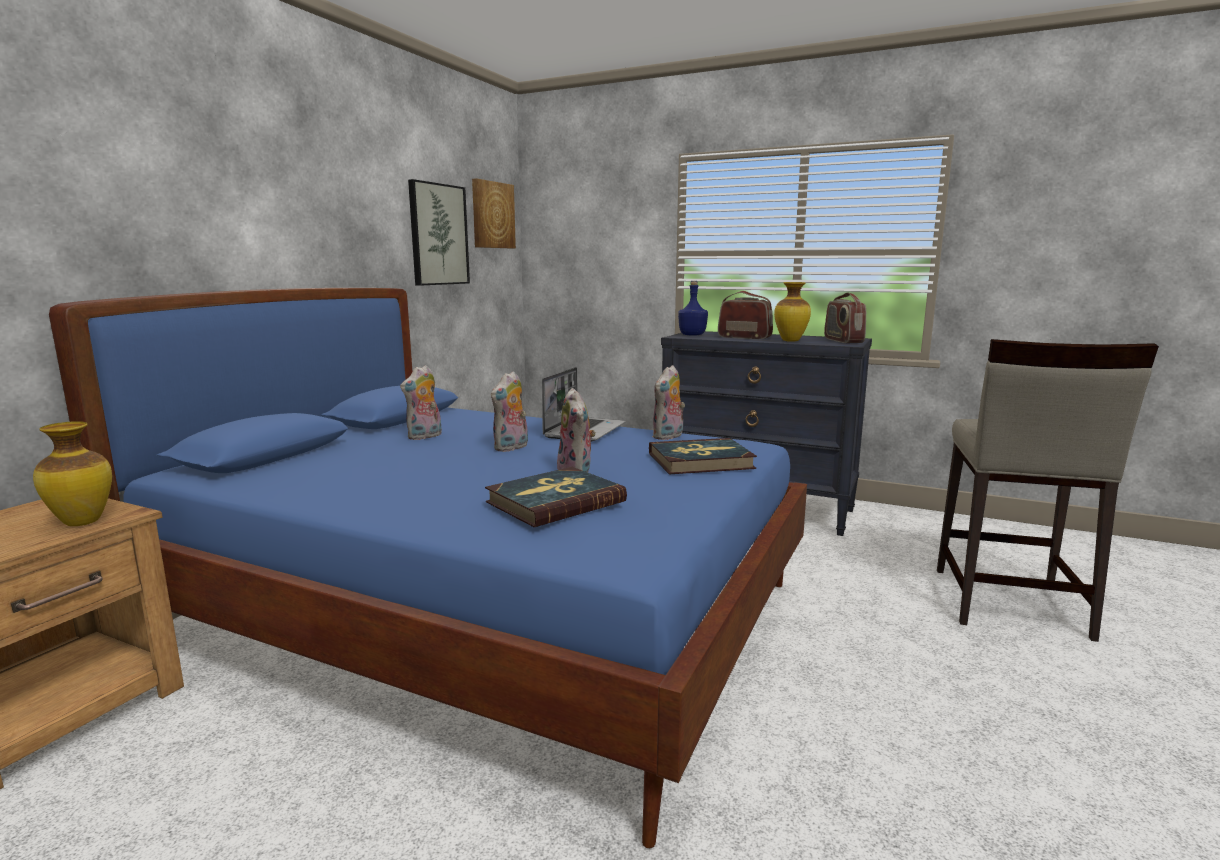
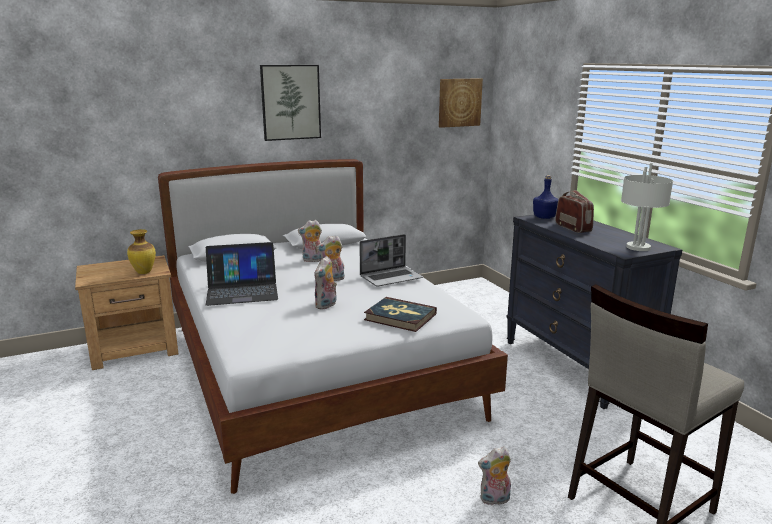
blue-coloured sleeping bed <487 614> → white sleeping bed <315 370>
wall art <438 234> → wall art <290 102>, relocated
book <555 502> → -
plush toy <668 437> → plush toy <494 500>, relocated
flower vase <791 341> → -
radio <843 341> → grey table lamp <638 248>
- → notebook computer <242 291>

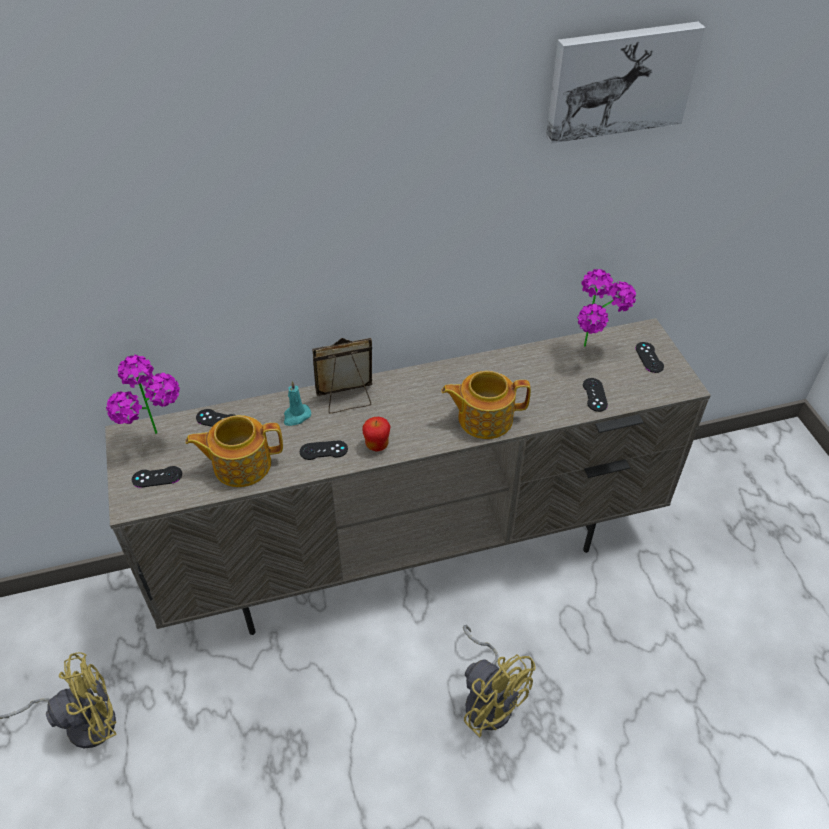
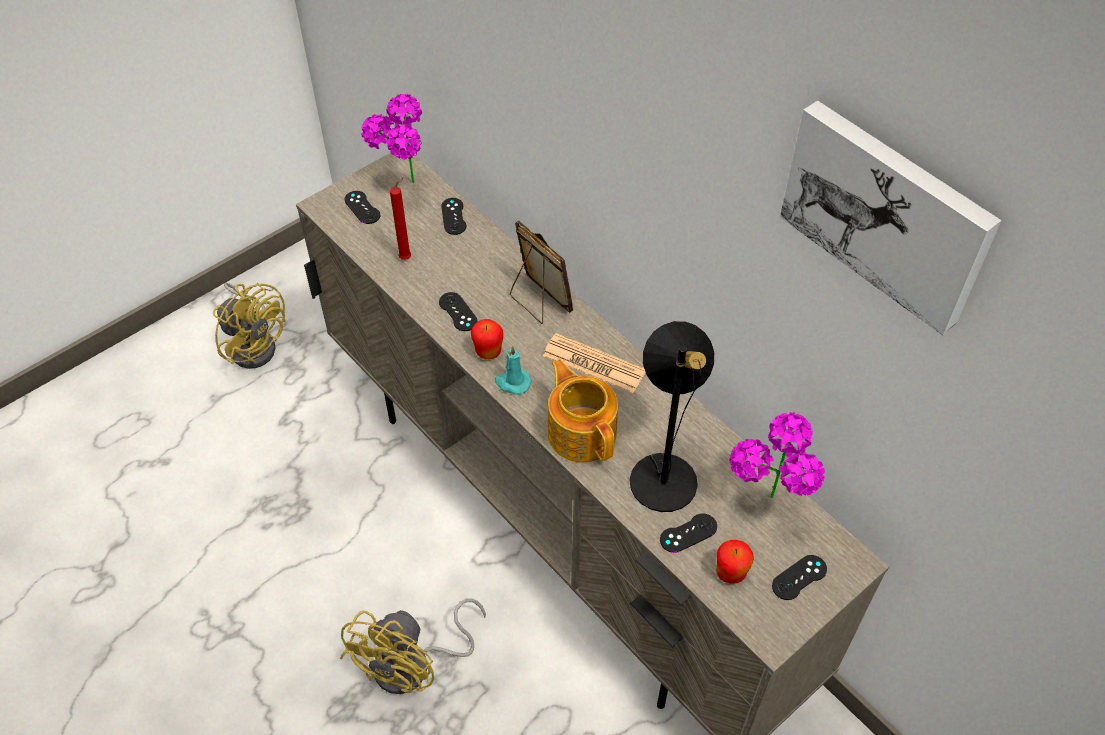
tea pot <240 464> → reddish wax light <407 257>
turquoise wax light <296 416> → turquoise wax light <512 382>, relocated
- → newspaper <594 364>
- → black table lamp <664 470>
- → whole apple <730 573>

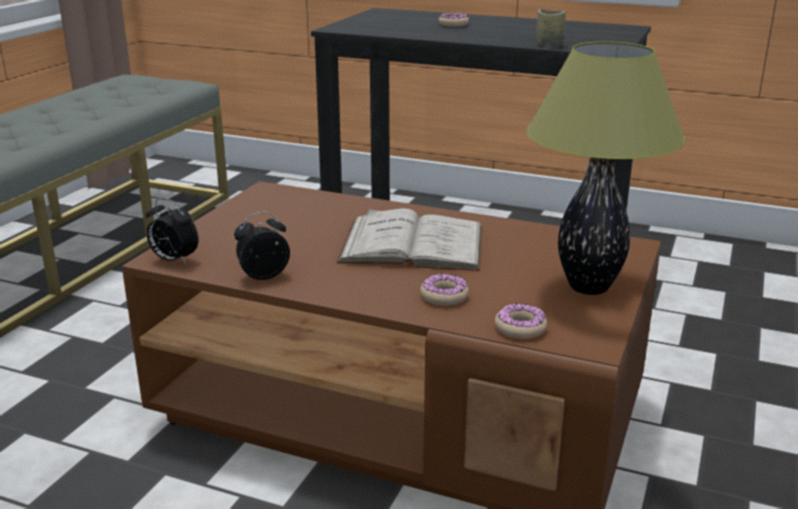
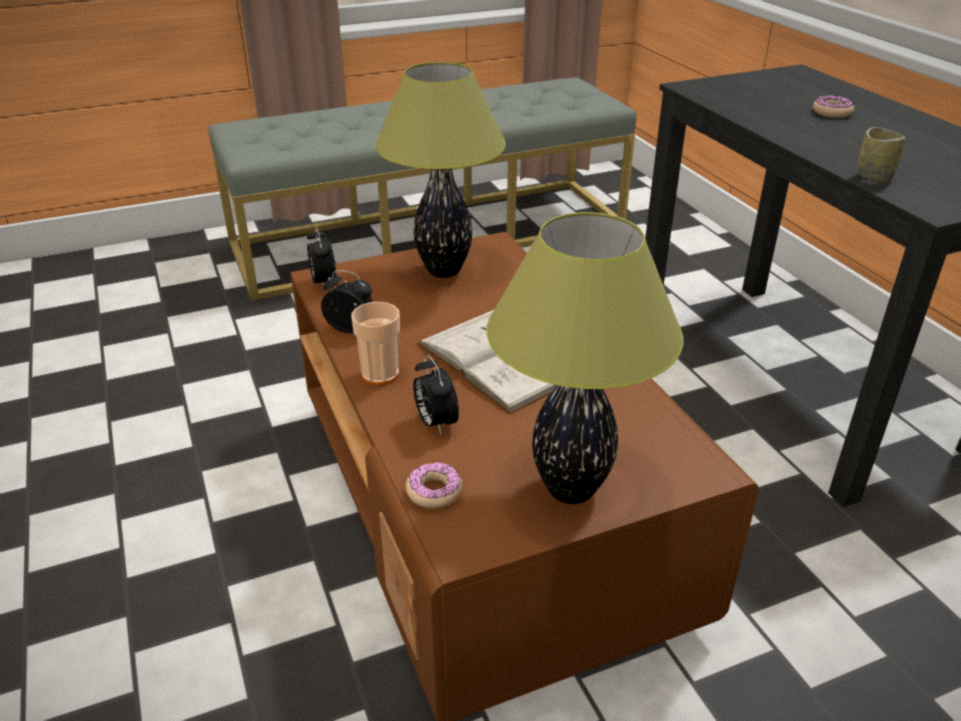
ring doughnut <444 296> → alarm clock <435 422>
- → drinking cup <380 374>
- → table lamp <444 270>

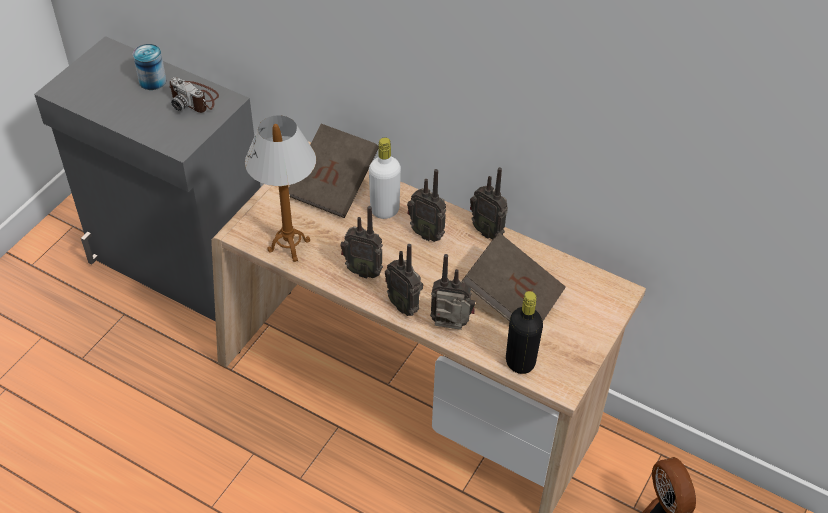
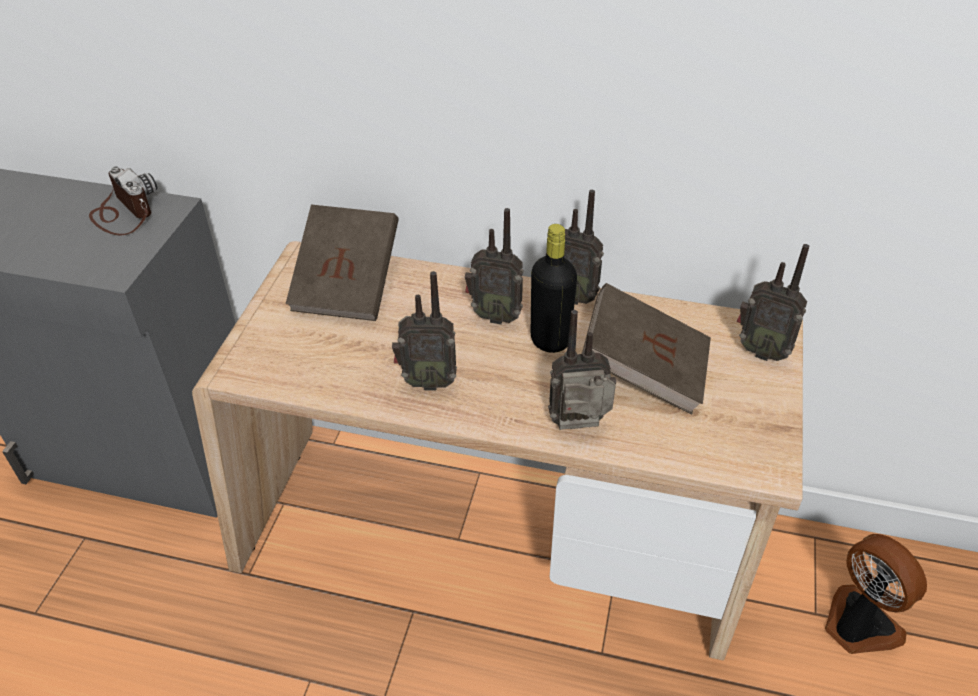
metal can <152 81> → -
still camera <194 99> → still camera <123 213>, 150 degrees counterclockwise
table lamp <289 246> → -
white bottle <384 210> → -
radio <404 305> → radio <761 350>, relocated
black bottle <520 362> → black bottle <550 340>, relocated

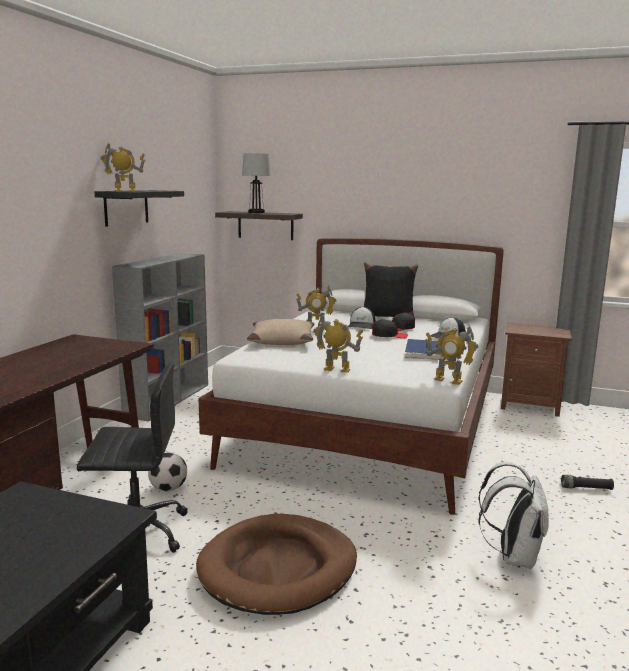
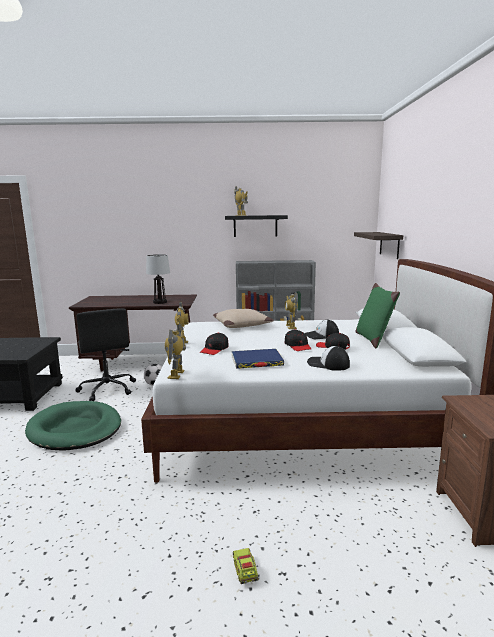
brown-coloured dog bed <278 568> → green dog bed <75 429>
table lamp <256 212> → table lamp <160 302>, relocated
black cushion <387 317> → green cushion <373 339>
white backpack <513 556> → -
black flashlight <586 488> → model truck <245 570>
- → black peaked cap <214 349>

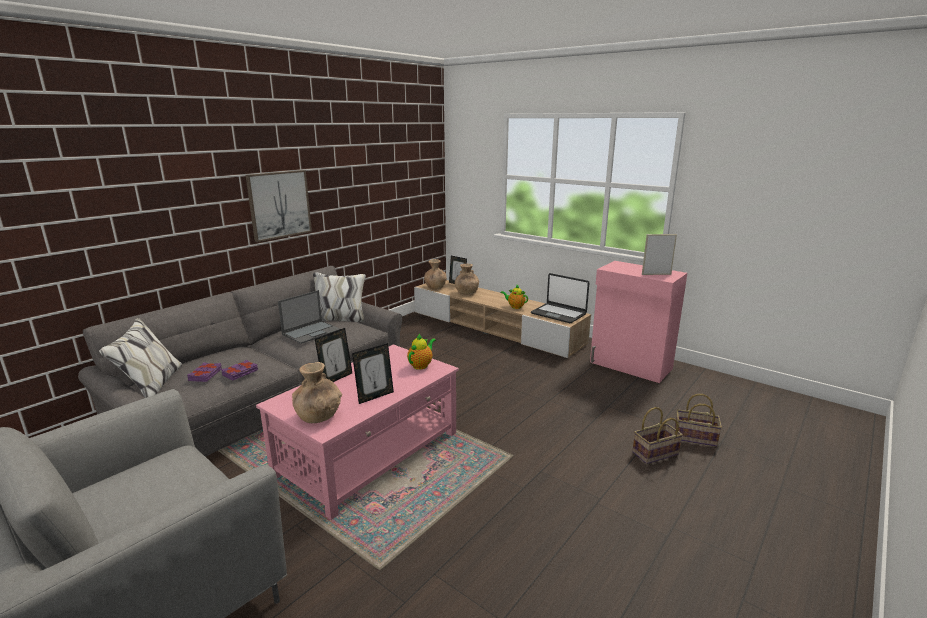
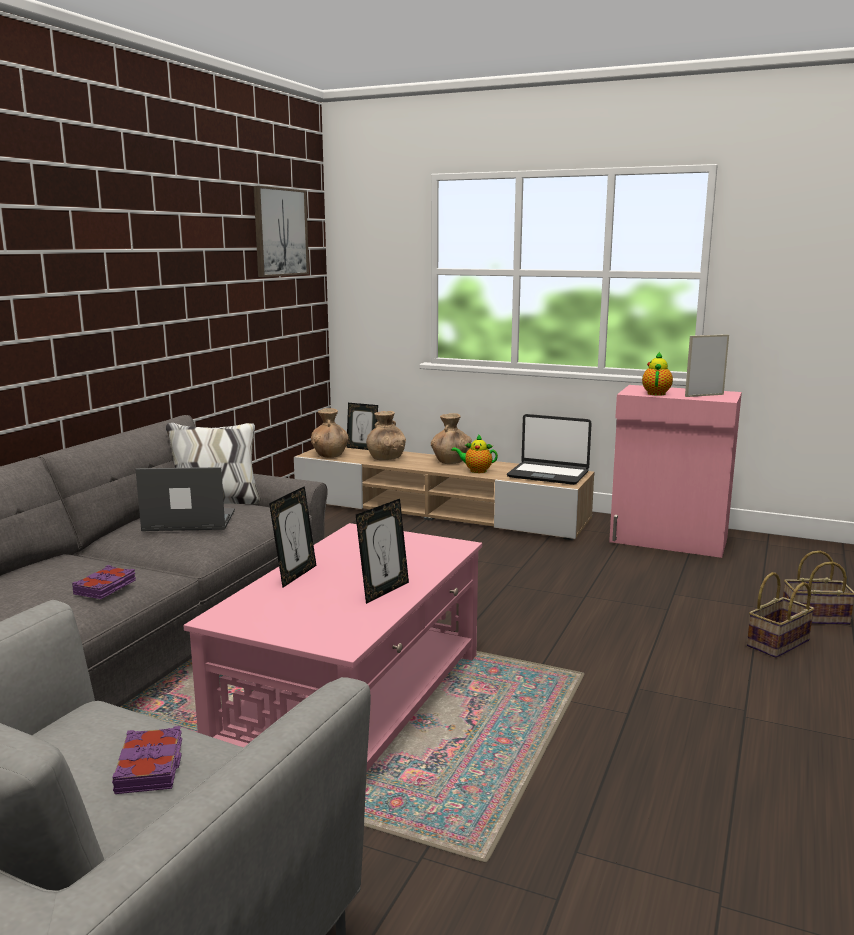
purple-coloured book <206 375> → purple-coloured book <151 767>, relocated
wall art <279 204> → wall art <280 232>, relocated
notebook computer <312 332> → notebook computer <188 521>, 120 degrees counterclockwise
brown-coloured flower vase <318 416> → brown-coloured flower vase <450 461>, relocated
tea pot <421 365> → tea pot <656 393>, relocated

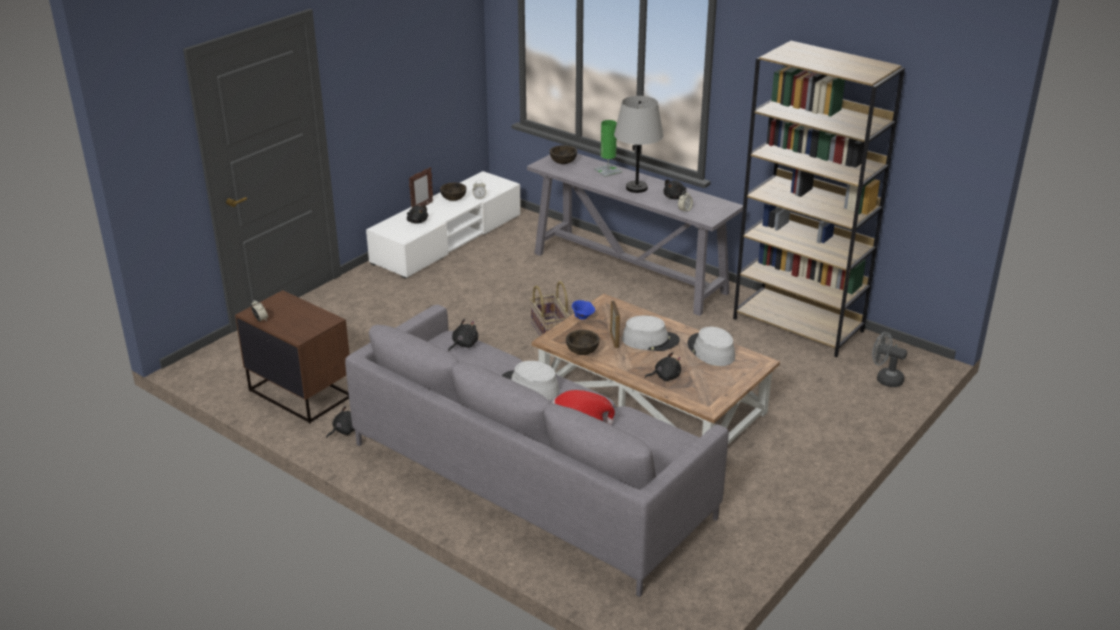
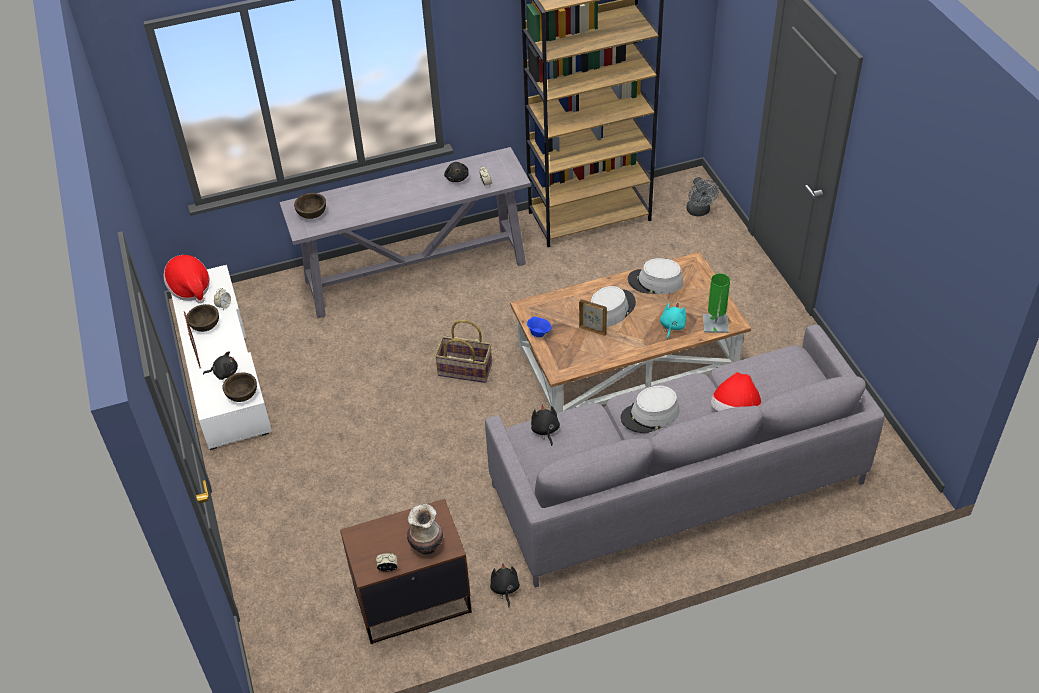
brown-coloured bowl <582 351> → brown-coloured bowl <242 395>, relocated
green table lamp <608 171> → green table lamp <715 324>, relocated
grey table lamp <636 188> → -
black plush toy <665 377> → turquoise plush toy <672 326>
grey fan <885 379> → grey fan <699 212>, 75 degrees counterclockwise
- → hat <190 288>
- → flower vase <427 545>

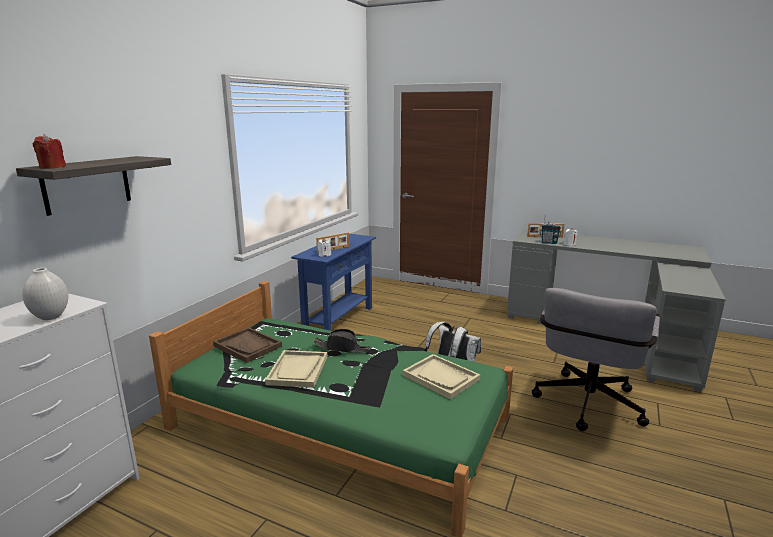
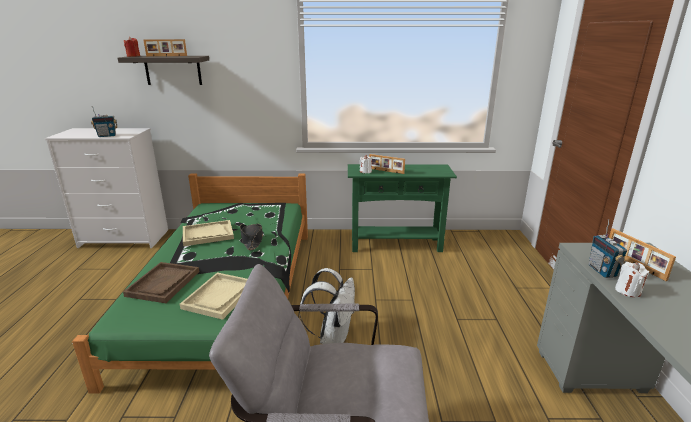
white flower vase <50 316> → radio <107 136>
brown-coloured serving tray <248 346> → brown-coloured serving tray <163 283>, relocated
blue-coloured console table <339 320> → green console table <396 244>
- → photo frame <166 56>

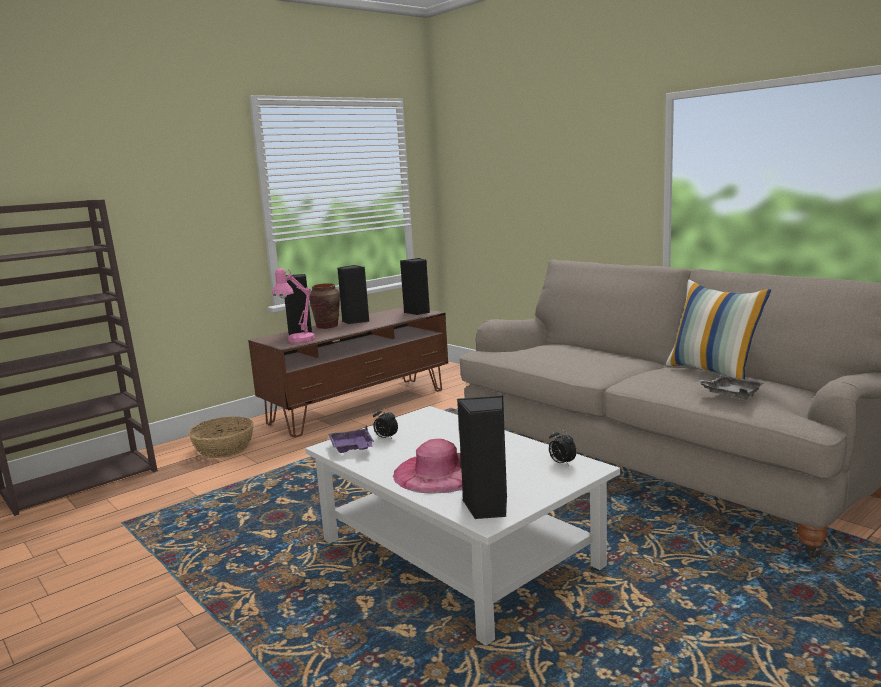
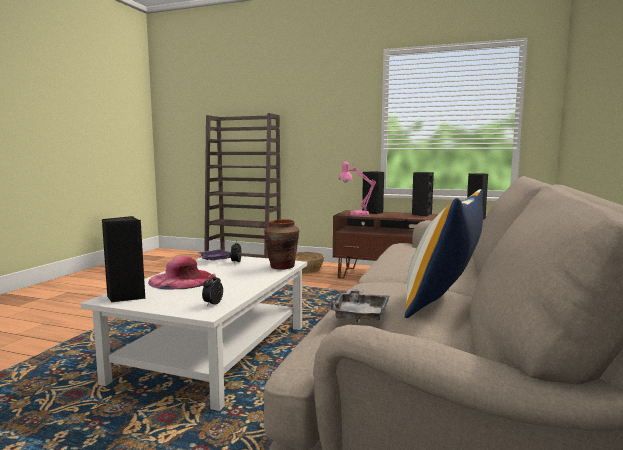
brown-coloured flower vase <327 326> → brown-coloured flower vase <282 267>, relocated

